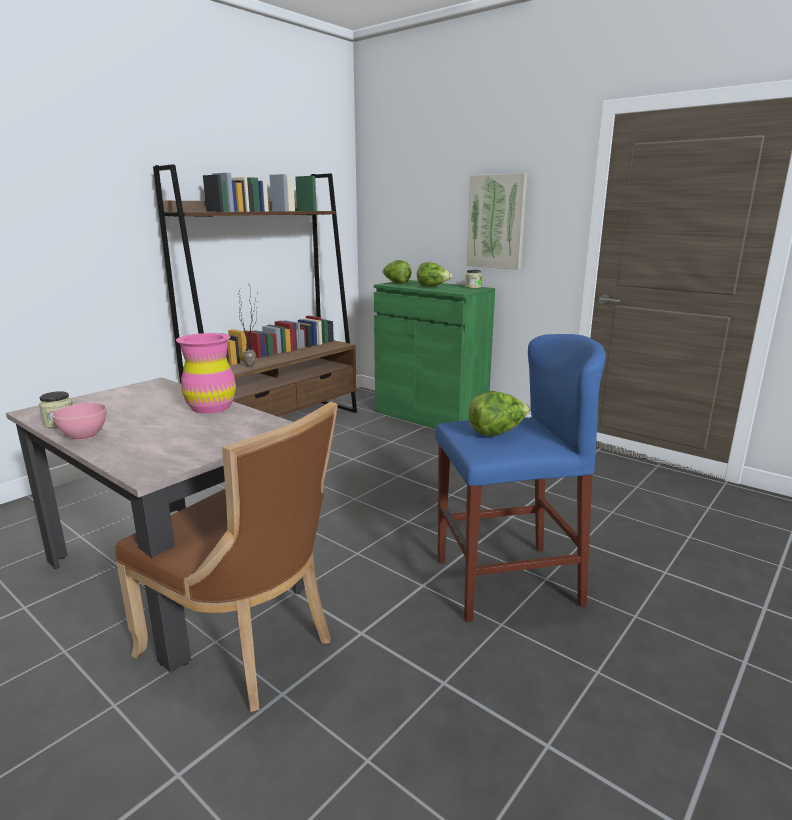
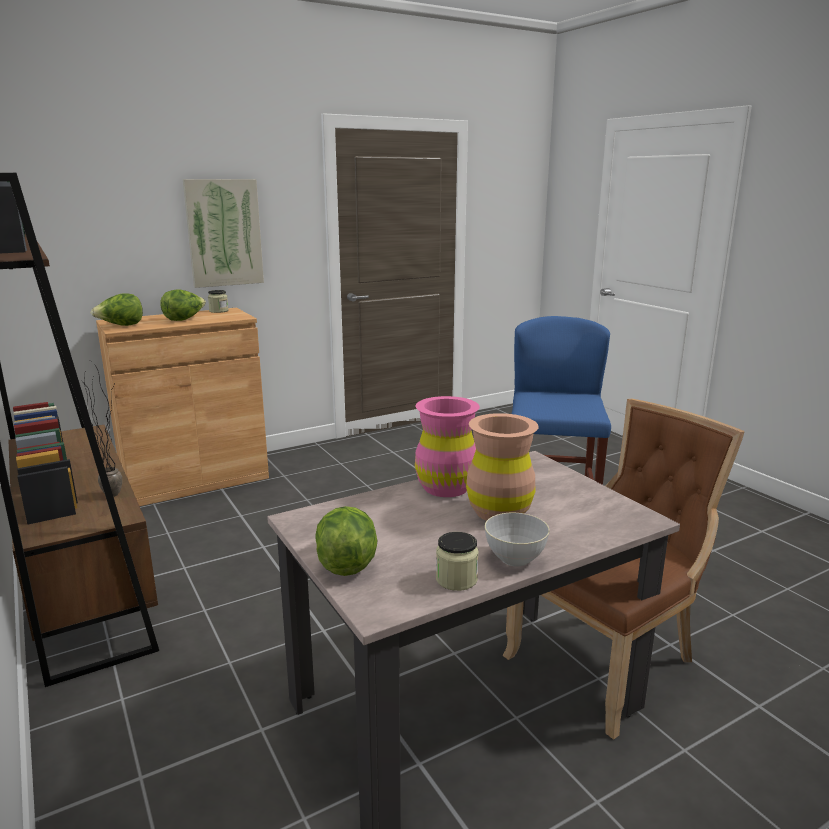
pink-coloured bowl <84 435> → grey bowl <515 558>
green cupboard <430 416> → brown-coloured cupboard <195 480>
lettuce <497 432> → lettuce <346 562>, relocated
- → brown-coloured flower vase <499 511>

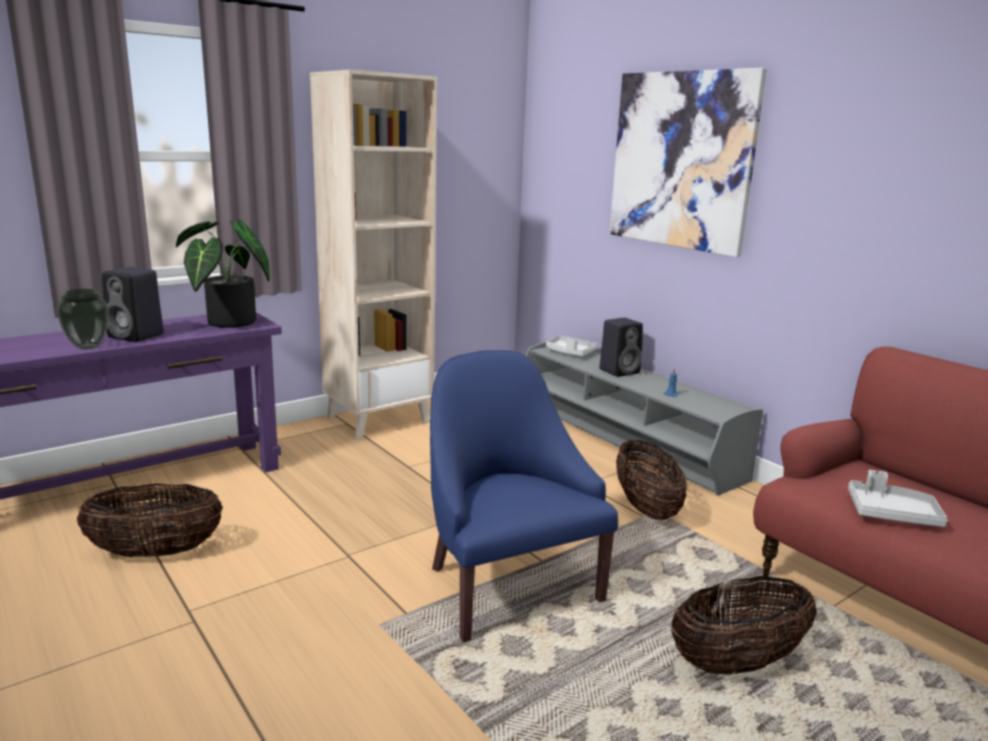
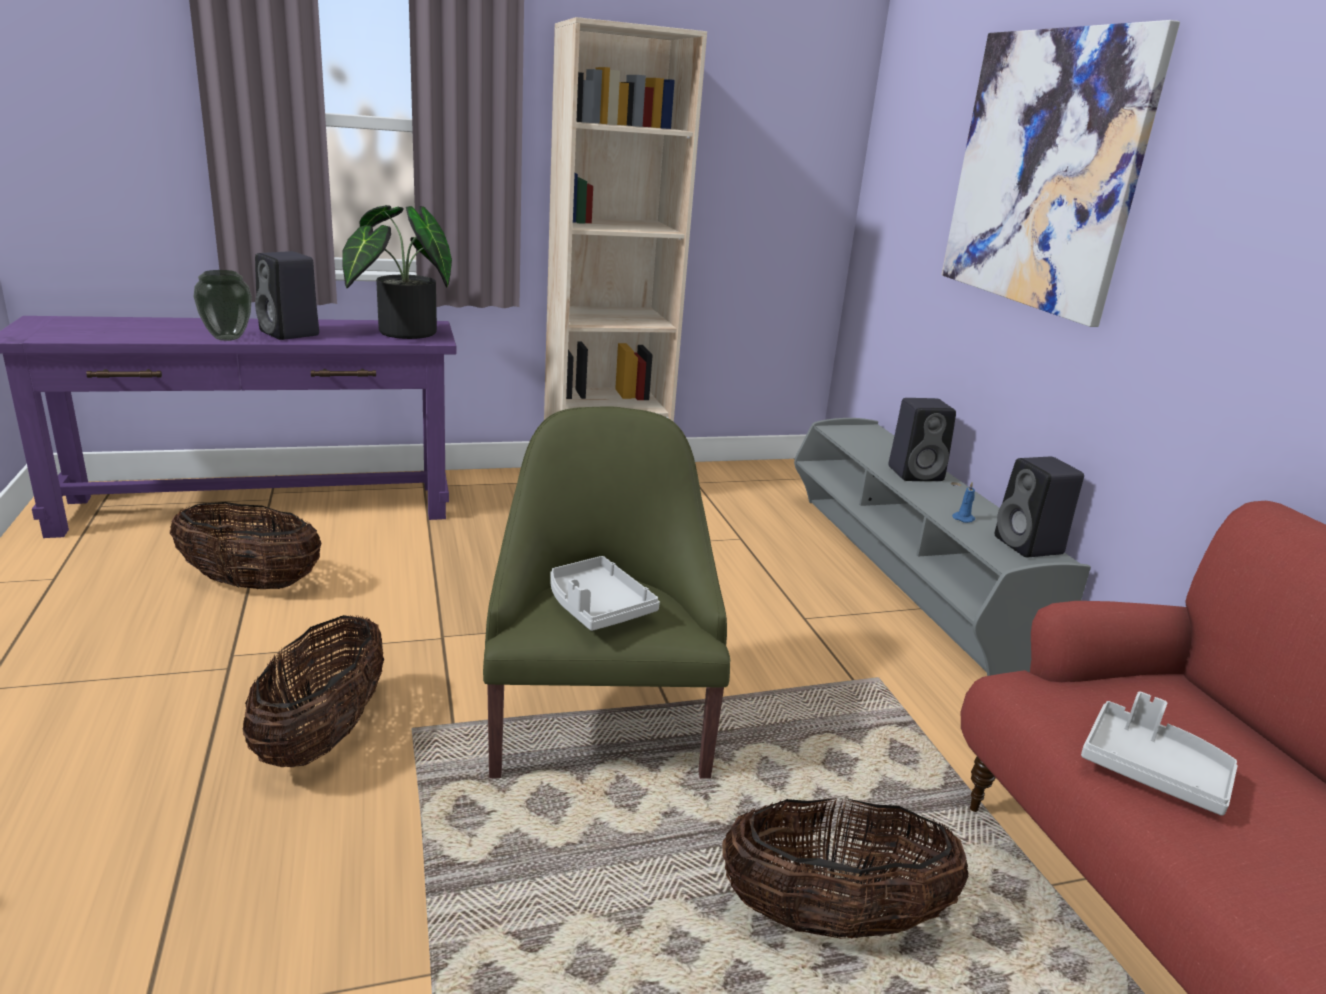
blue-coloured easy chair <506 584> → green easy chair <599 722>
grey serving tray <570 352> → grey serving tray <597 607>, relocated
household basket <646 508> → household basket <322 736>, relocated
- → black loudspeaker <1030 546>

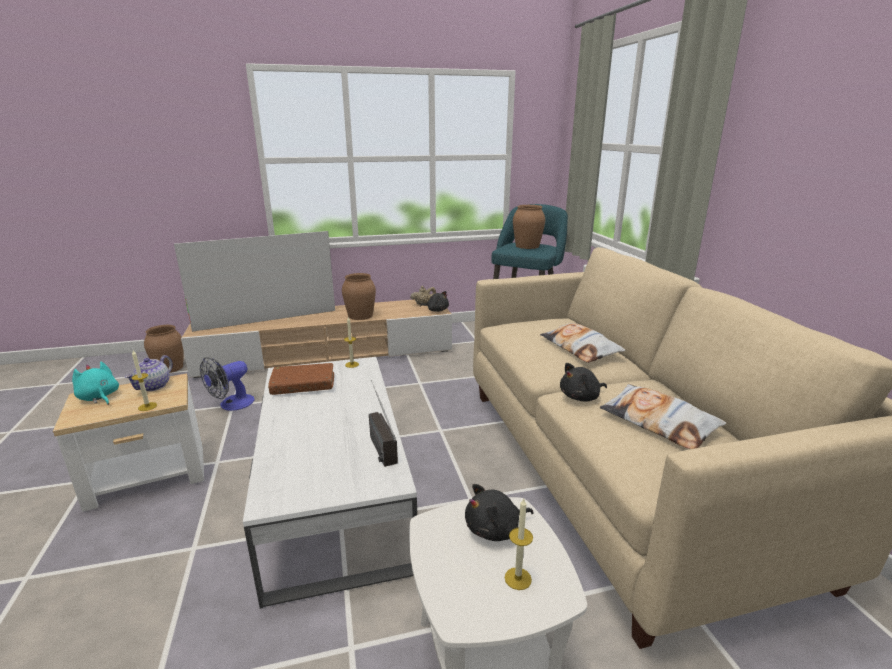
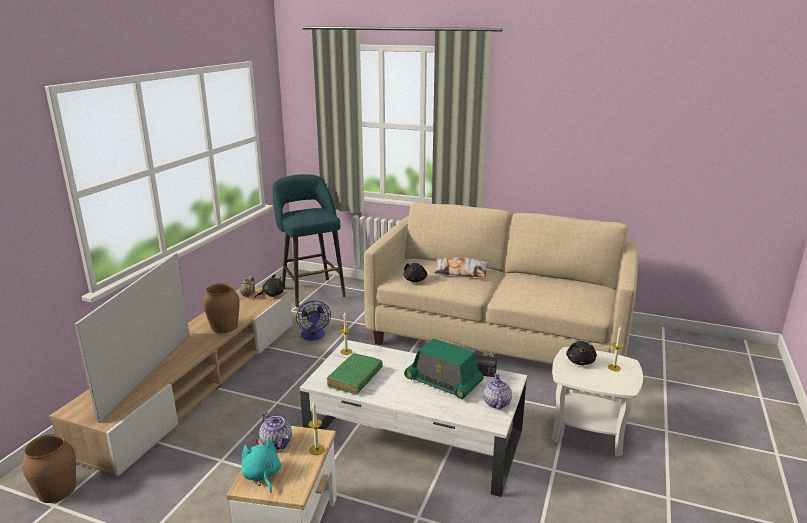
turquoise plush toy <99 397> → turquoise plush toy <262 475>, 75 degrees clockwise
fan <231 405> → fan <313 336>, relocated
brown-coloured book <303 385> → green book <355 378>
brown-coloured flower vase <527 246> → -
black plush toy <581 397> → black plush toy <415 280>, relocated
cushion <658 422> → -
- → radio <443 382>
- → tea pot <496 403>

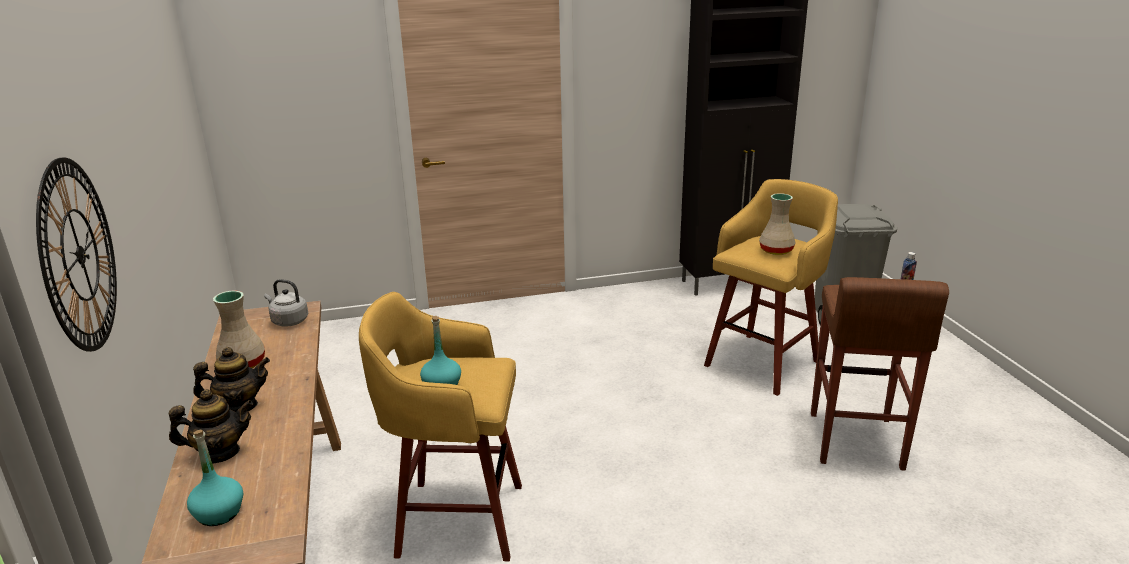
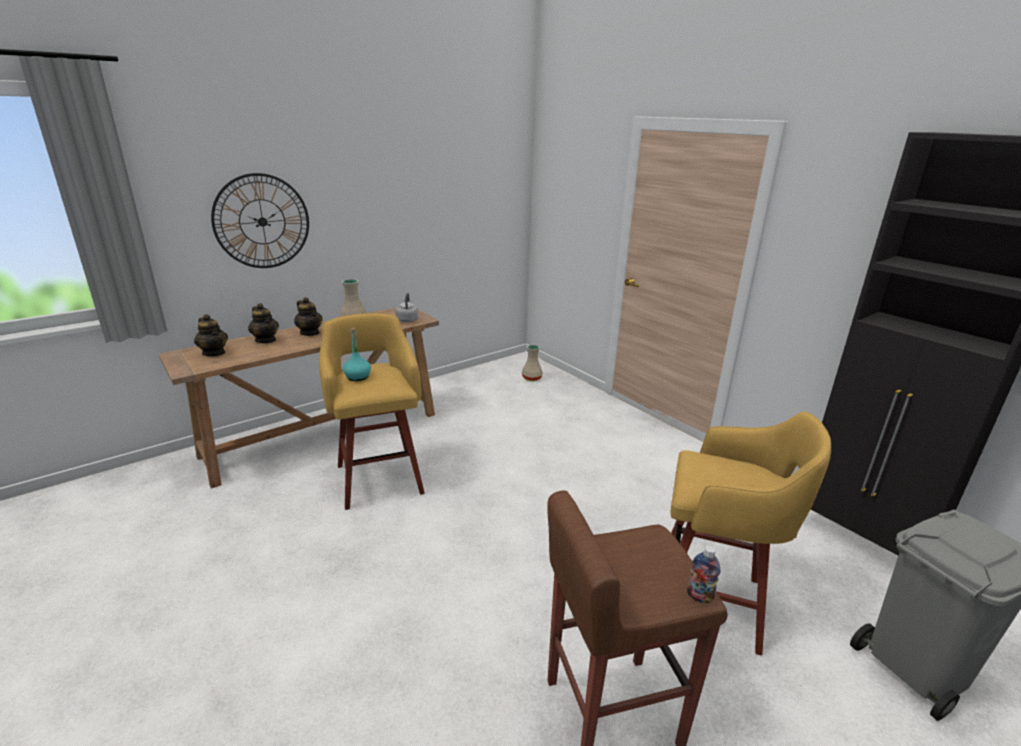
turquoise bottle <219 513> → tea pot <214 353>
sand-coloured flower vase <777 250> → sand-coloured flower vase <532 378>, relocated

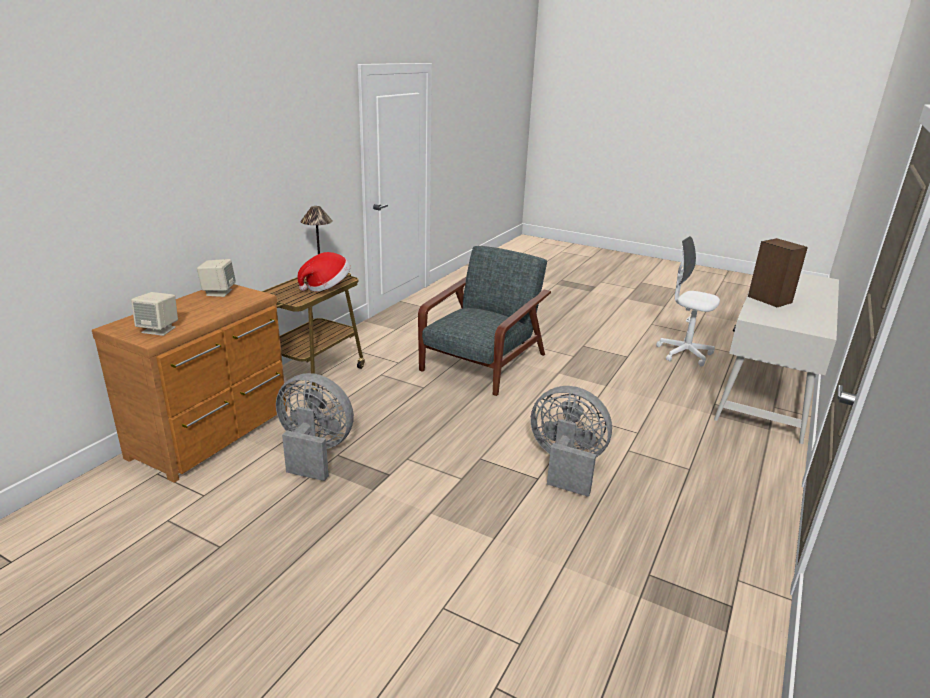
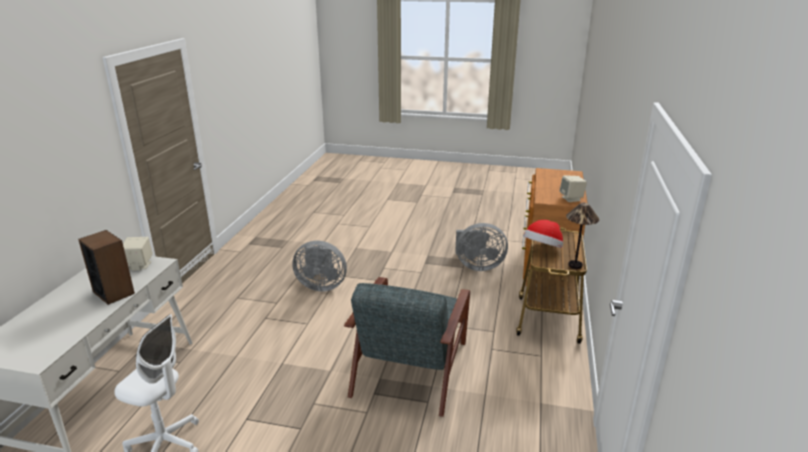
sand-coloured loudspeaker <159 330> → sand-coloured loudspeaker <139 265>, relocated

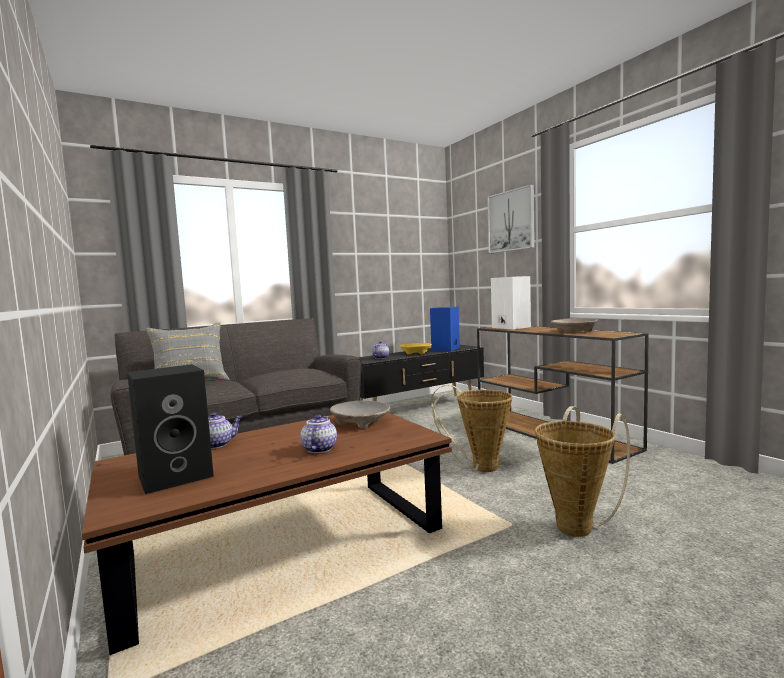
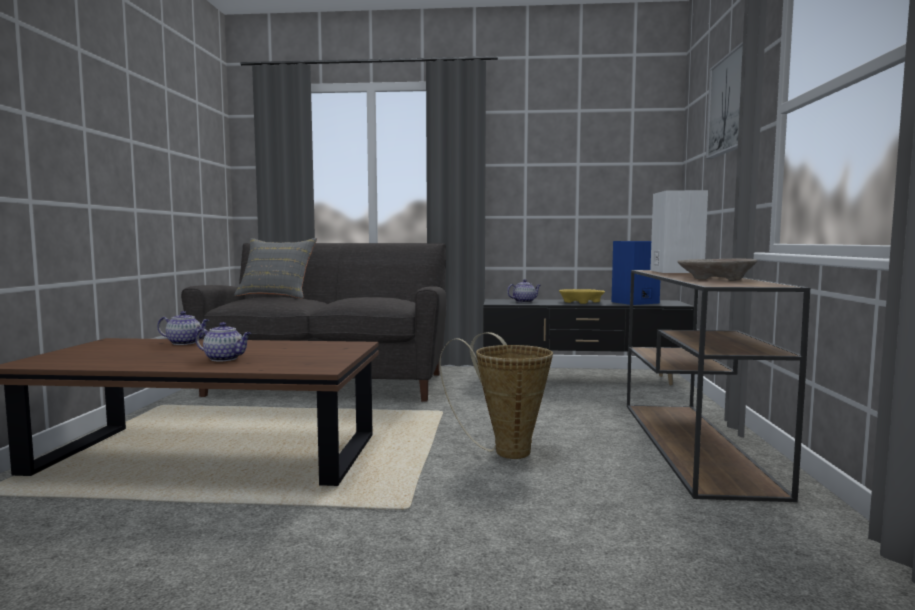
black loudspeaker <177 475> → -
tea pot <319 449> → tea pot <225 359>, 60 degrees clockwise
sand-coloured bowl <360 422> → -
household basket <578 525> → -

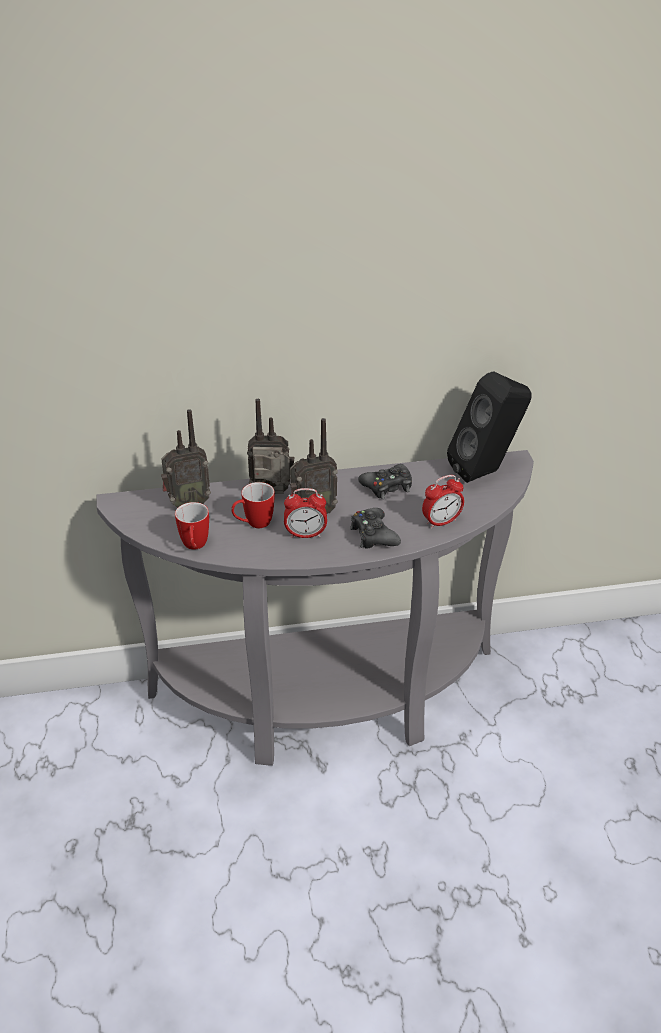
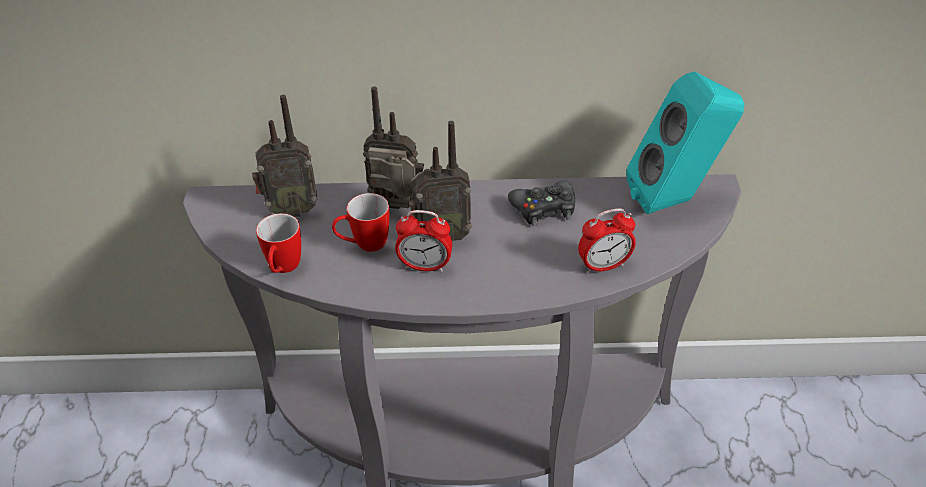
black gamepad <373 535> → -
black loudspeaker <486 472> → turquoise loudspeaker <676 200>

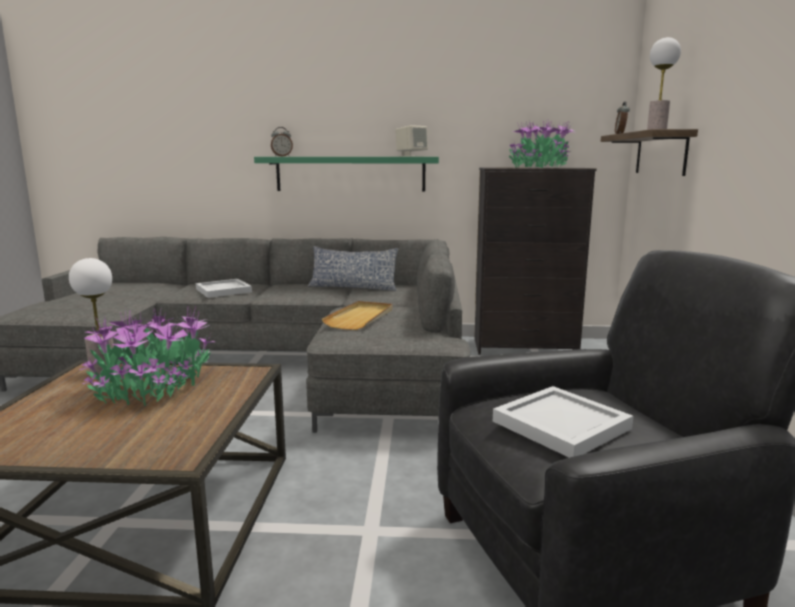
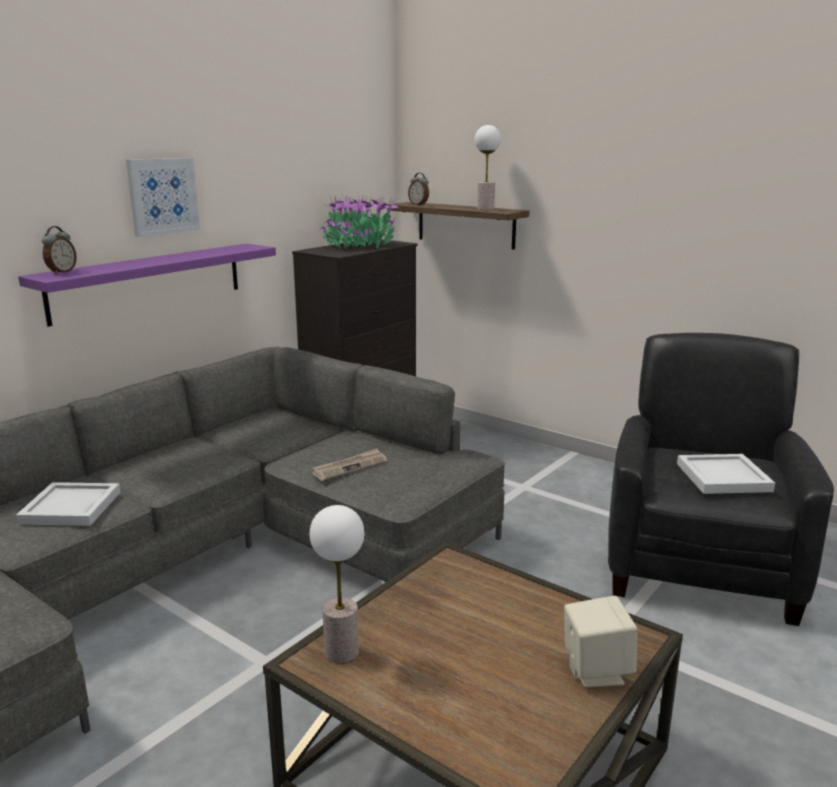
houseplant <152 389> → -
green wall shelf <350 174> → purple-coloured wall shelf <149 282>
cushion <353 287> → -
sand-coloured serving tray <360 318> → newspaper <350 467>
sand-coloured loudspeaker <411 156> → sand-coloured loudspeaker <595 670>, relocated
- → wall art <163 196>

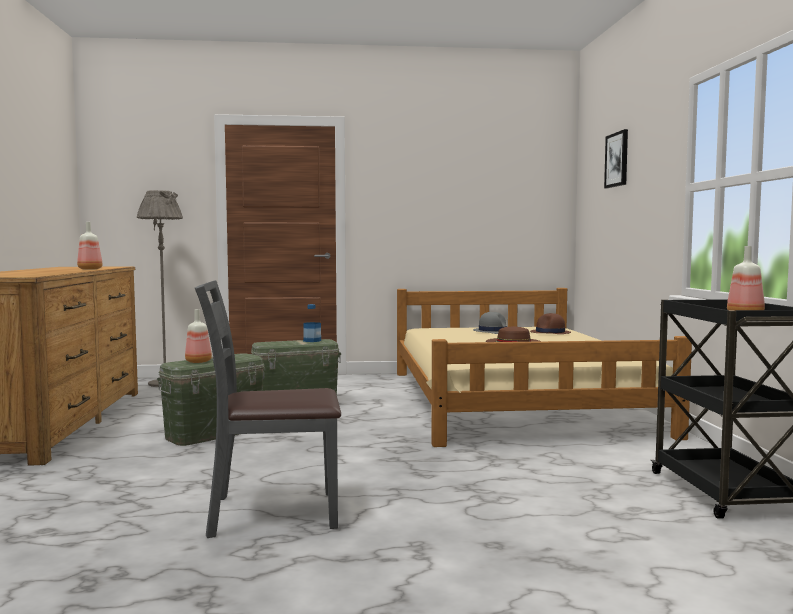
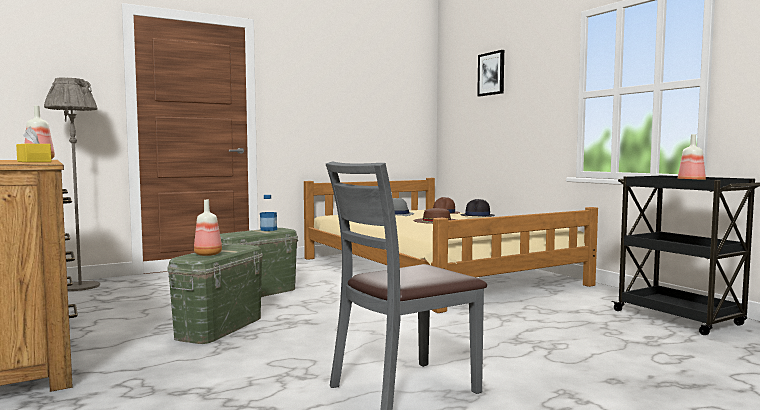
- → yellow tissue box <34 162>
- → black hat <477 216>

